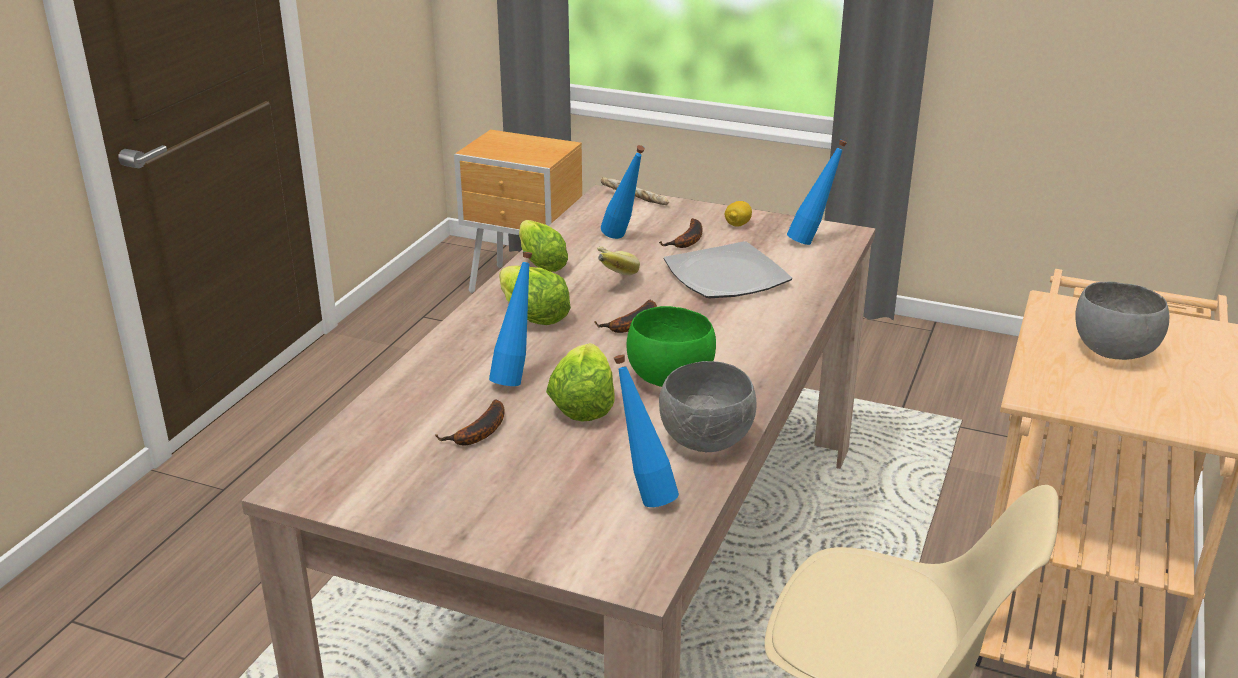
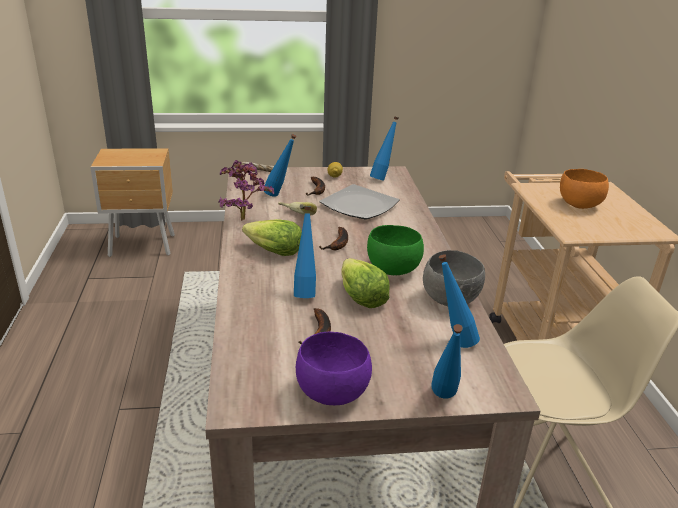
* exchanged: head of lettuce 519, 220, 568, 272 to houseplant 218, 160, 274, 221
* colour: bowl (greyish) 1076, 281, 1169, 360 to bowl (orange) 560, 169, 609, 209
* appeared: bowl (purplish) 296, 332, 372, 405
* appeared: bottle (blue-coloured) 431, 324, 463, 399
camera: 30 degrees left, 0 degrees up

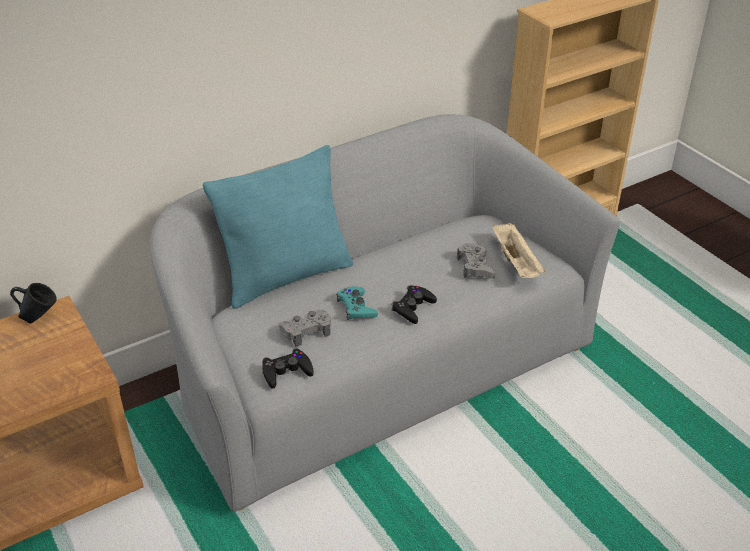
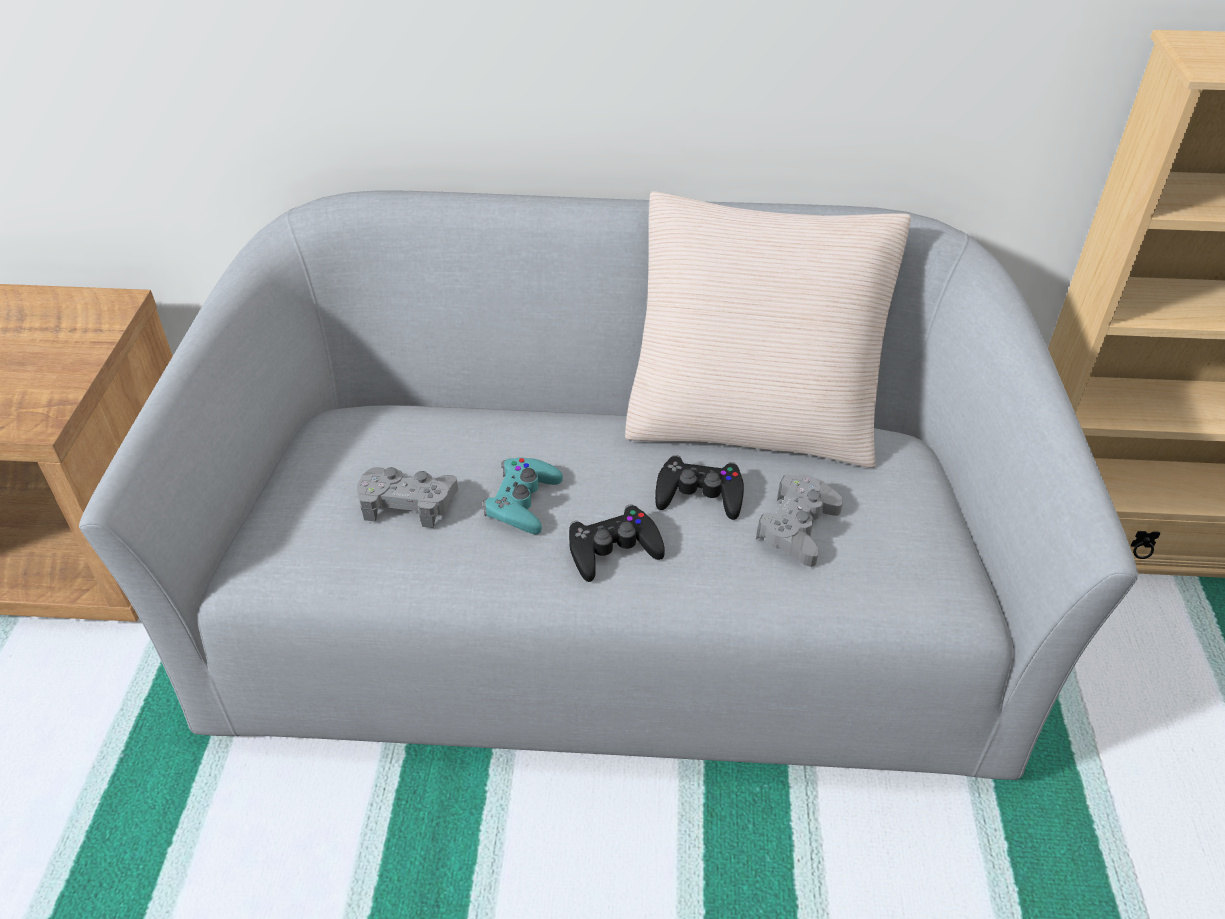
* missing: mug (blue-coloured) 10, 283, 57, 324
* missing: pillow (blue-green) 203, 145, 353, 309
* relocated: joypad (black-coloured) 262, 348, 314, 389 to 655, 455, 744, 520
* missing: serving tray (beige) 492, 223, 545, 278
* appeared: pillow (beige) 625, 191, 911, 468
camera: 35 degrees right, 5 degrees up

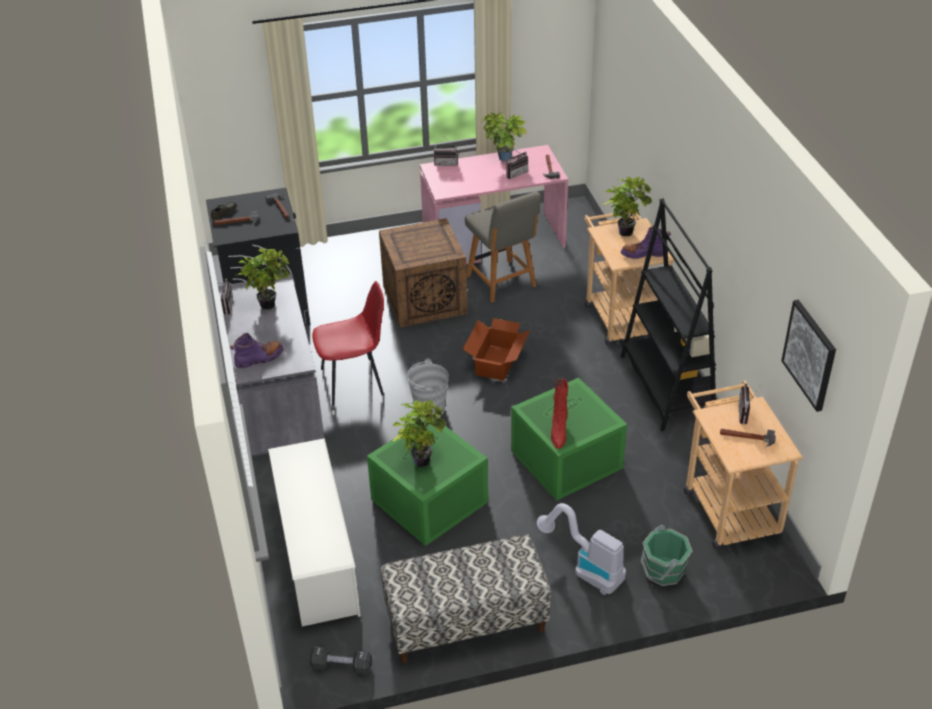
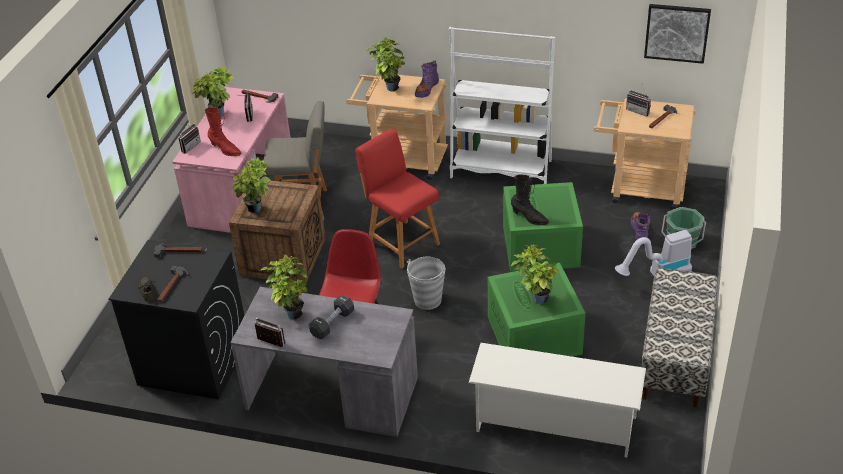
* relocated: high-top boot (purplish) 230, 333, 283, 369 to 631, 212, 651, 240
* relocated: dumbbell (black-coloured) 310, 645, 372, 674 to 309, 295, 354, 339
* exchanged: carton 463, 318, 530, 381 to plain chair (red) 355, 128, 440, 269
* relocated: high-top boot (red) 551, 379, 569, 449 to 205, 107, 241, 156
* colour: shelving unit (black-coloured) 621, 198, 716, 431 to shelving unit (whitish) 449, 27, 555, 184
* appeared: houseplant 231, 158, 271, 213
* appeared: high-top boot (black-coloured) 511, 174, 549, 225
camera: 60 degrees left, 0 degrees up

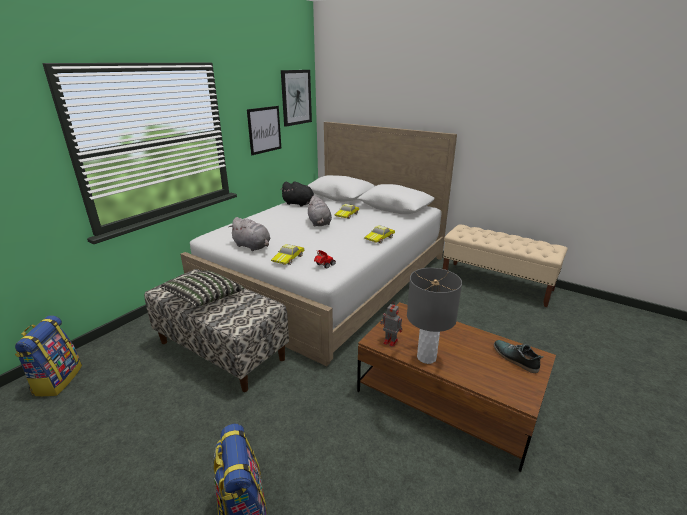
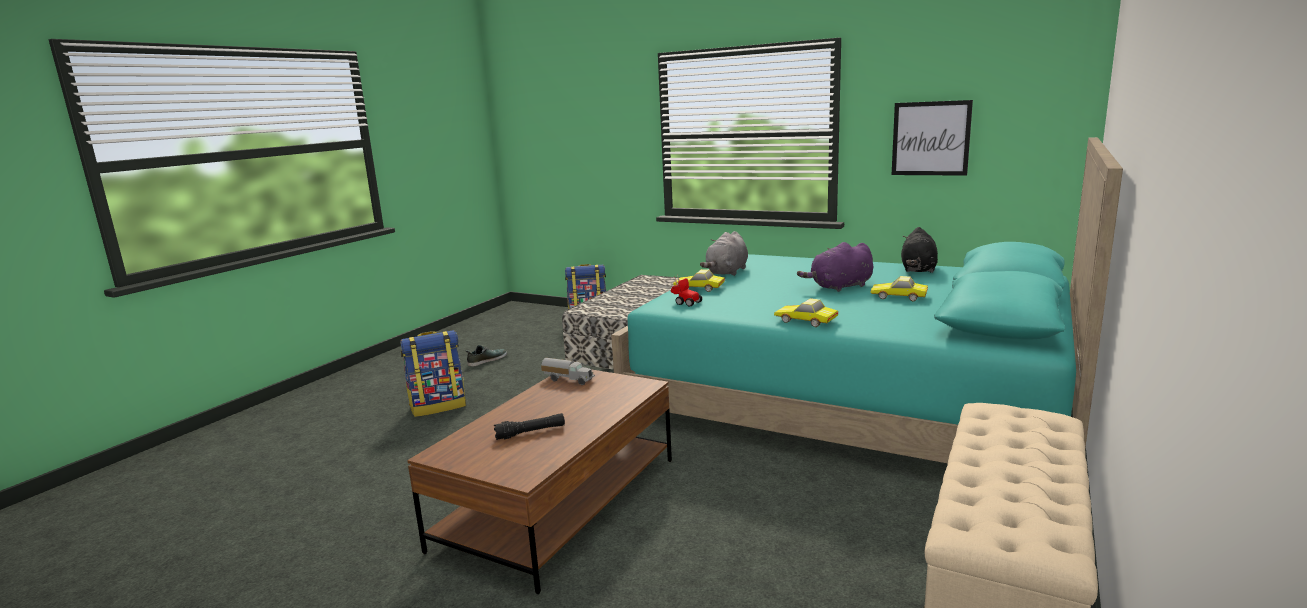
* missing: pillow 160, 271, 244, 307
* colour: sleeping bed (whitish) 180, 122, 457, 367 to sleeping bed (blue-green) 611, 137, 1123, 463
* missing: wall picture 281, 70, 312, 126
* colour: soft toy (greyish) 307, 195, 332, 226 to soft toy (purplish) 797, 242, 873, 292
* exchanged: toy robot 380, 303, 402, 347 to model truck 541, 358, 595, 385
* missing: tabletop lamp (greyish) 407, 268, 462, 364
* relocated: shoe 494, 340, 543, 373 to 465, 345, 507, 367
* appeared: hand torch (black-coloured) 494, 413, 565, 440
camera: 85 degrees right, 10 degrees down

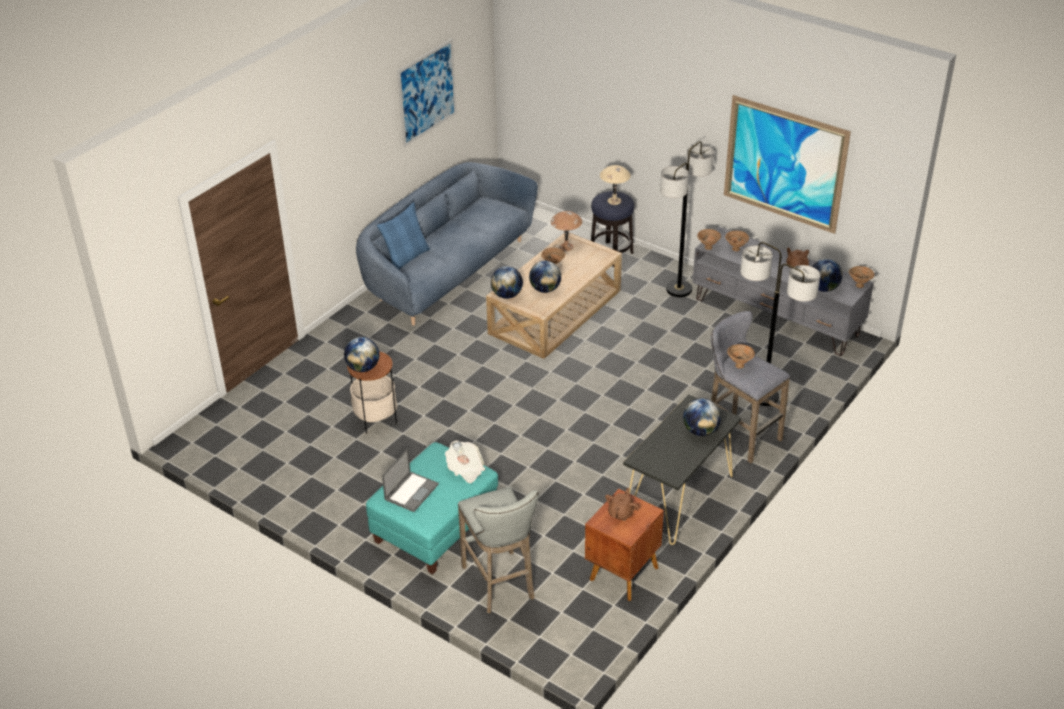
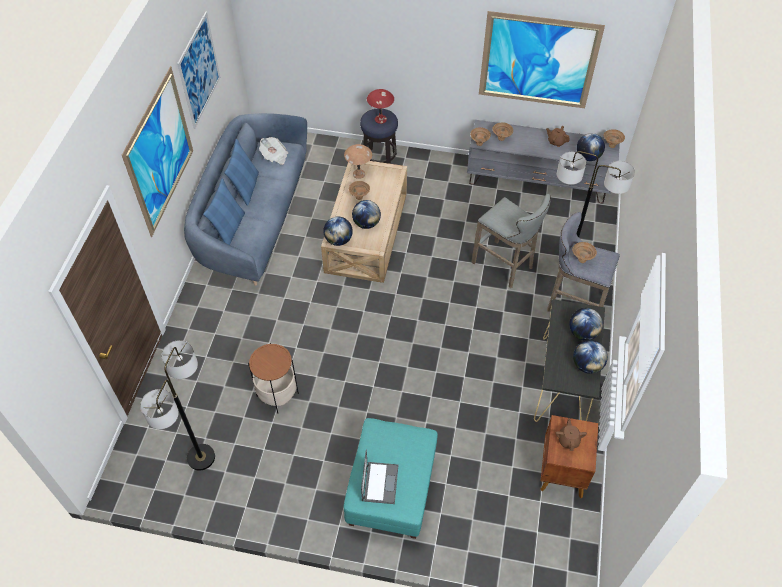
* relocated: globe 344, 337, 379, 372 to 573, 340, 608, 374
* relocated: daily paper 445, 440, 485, 483 to 259, 137, 288, 165
* relocated: stool (greyish) 458, 487, 539, 613 to 471, 194, 551, 288
* colour: tabletop lamp (beige) 600, 165, 631, 205 to tabletop lamp (red) 367, 89, 394, 124
* relocated: standing lamp 660, 141, 714, 297 to 140, 340, 215, 471
* appeared: wall picture 122, 66, 193, 237
* appeared: pillow (blue-coloured) 224, 139, 259, 206
camera: 25 degrees left, 15 degrees up

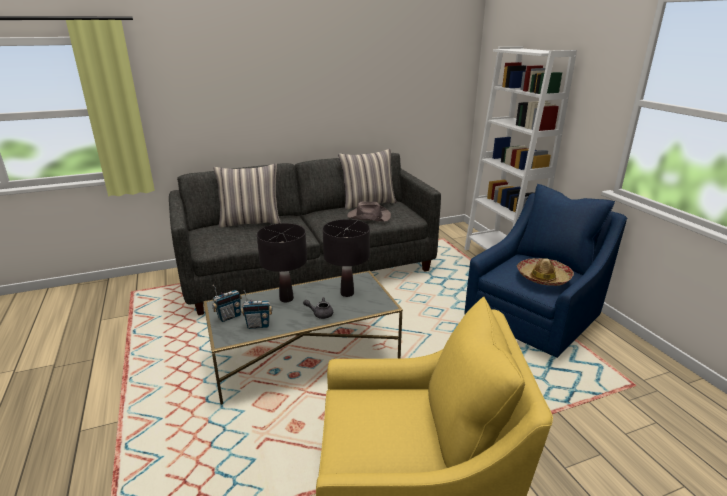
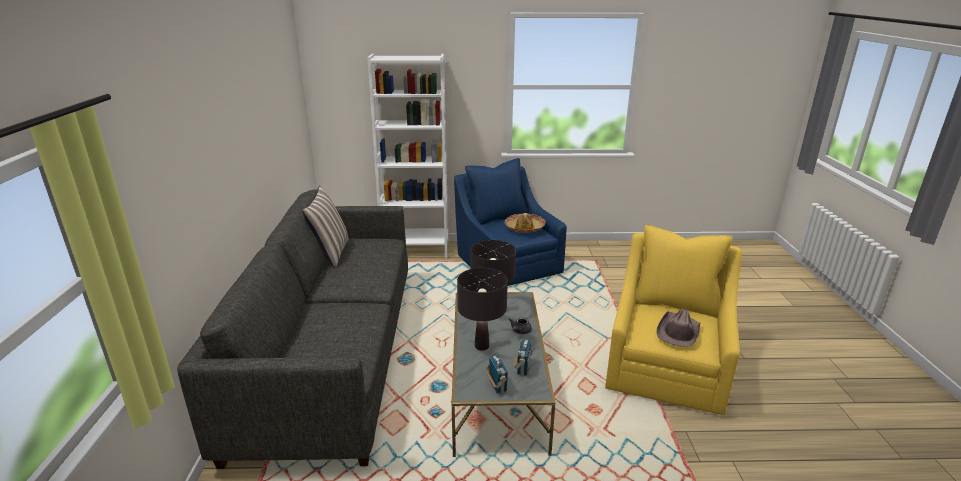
* missing: pillow 213, 164, 281, 228
* relocated: wearable hat (brown) 347, 201, 391, 222 to 656, 309, 701, 347
camera: 70 degrees left, 0 degrees up

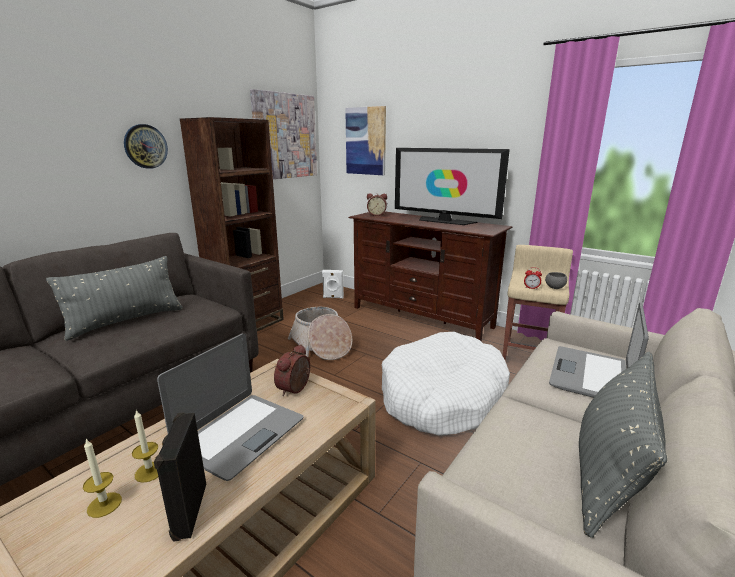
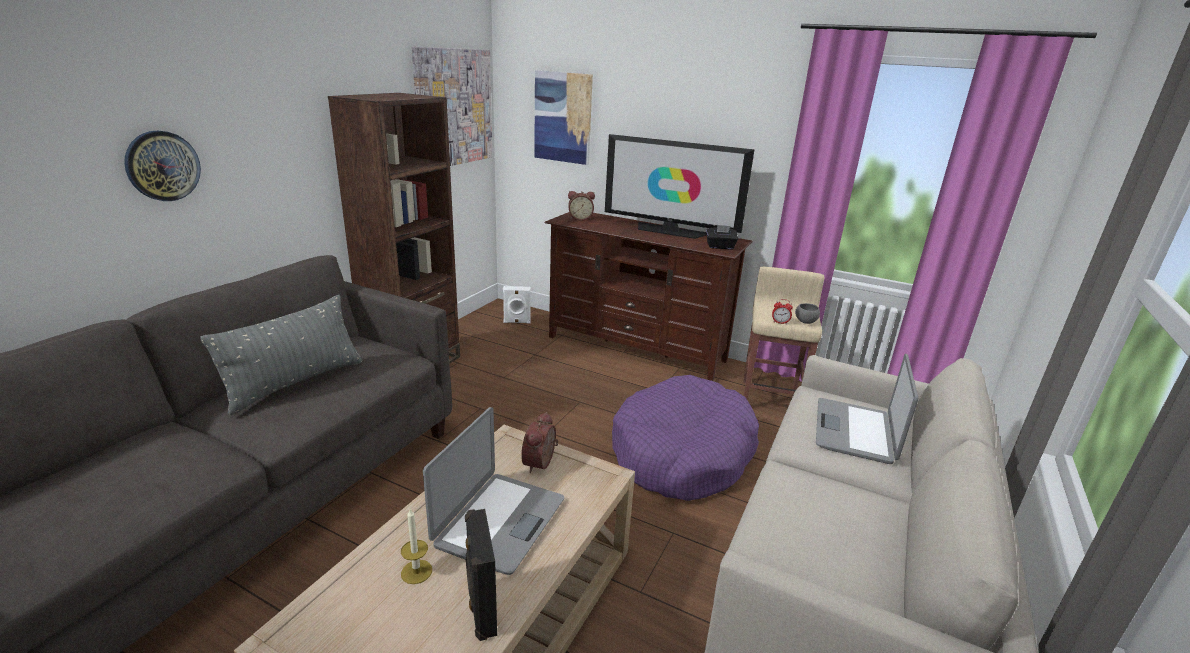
* missing: candle 83, 439, 122, 518
* relocated: clock on the wall 124, 124, 168, 169 to 124, 131, 201, 201
* missing: basket 288, 307, 352, 360
* colour: dog cushion (whitish) 382, 332, 510, 436 to dog cushion (purplish) 612, 375, 759, 501
* missing: pillow (greyish) 579, 352, 667, 538
* appeared: box of tissues (black-coloured) 706, 225, 738, 249
camera: 10 degrees left, 5 degrees up

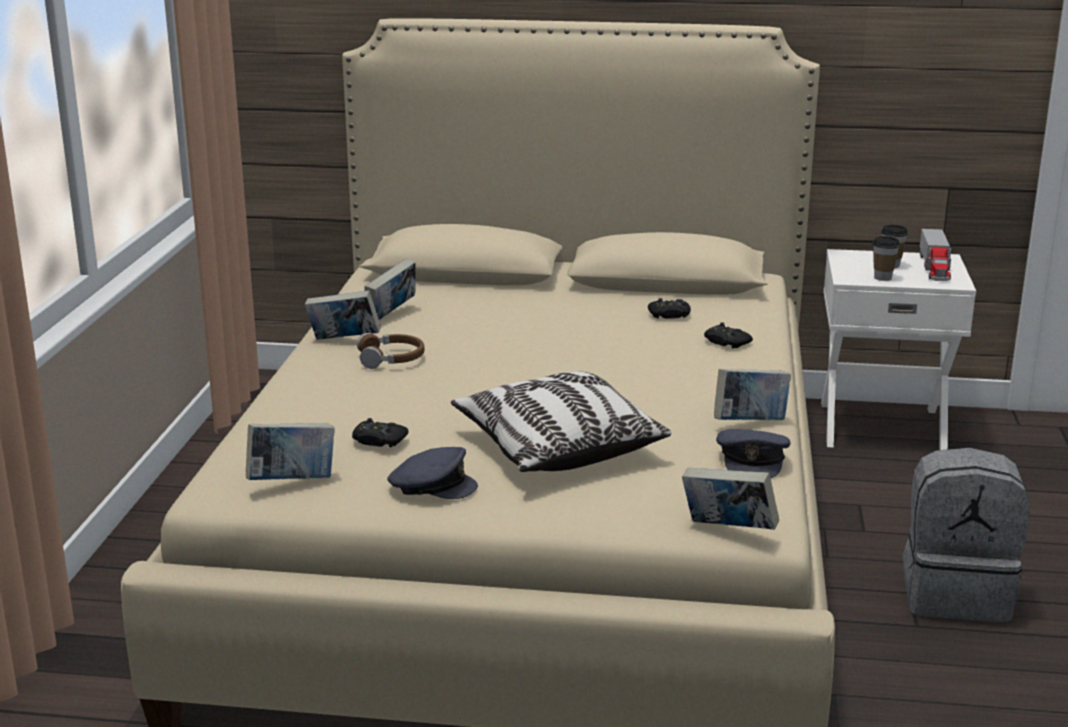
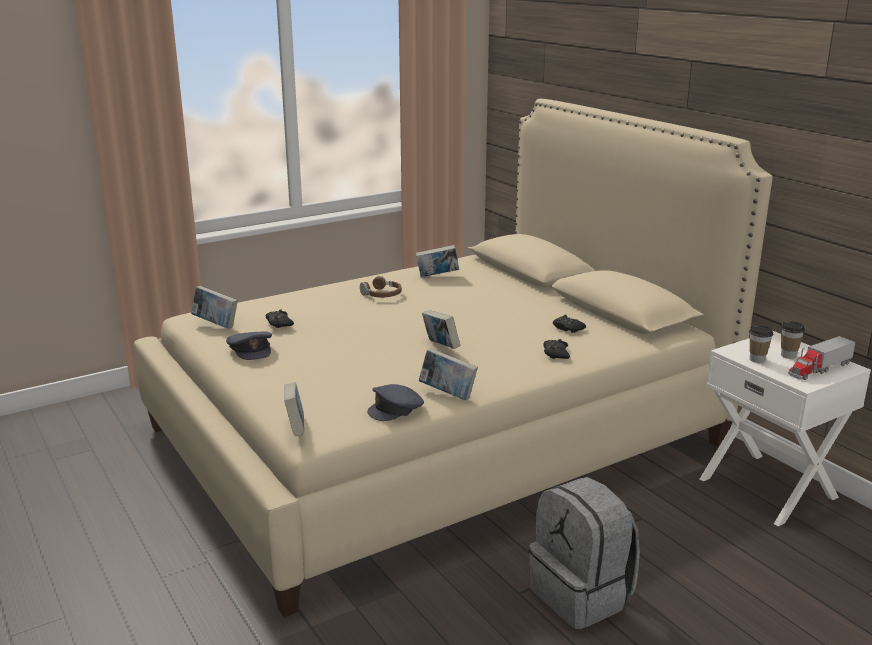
* relocated: book 305, 290, 381, 340 to 422, 310, 460, 349
* missing: pillow 451, 372, 671, 472
camera: 50 degrees right, 0 degrees up

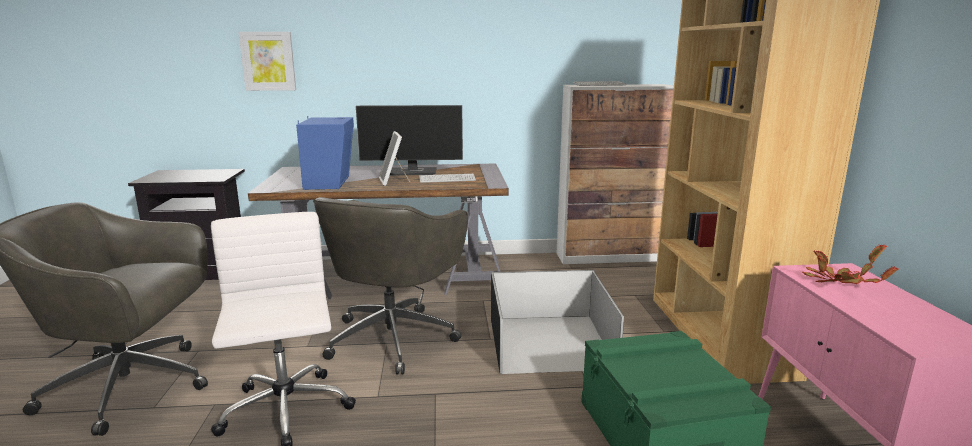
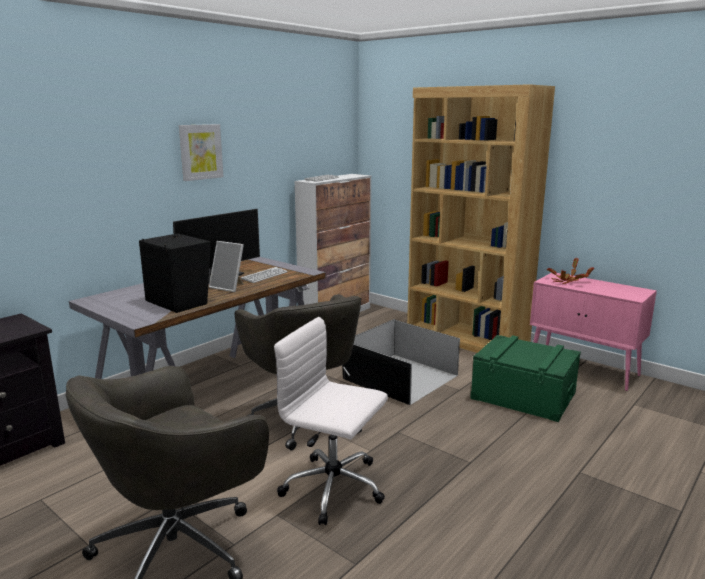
* relocated: wall picture 238, 32, 296, 91 to 179, 124, 223, 181
* colour: audio speaker (blue-coloured) 296, 116, 354, 190 to audio speaker (black-coloured) 139, 233, 211, 313
camera: 45 degrees left, 0 degrees up

